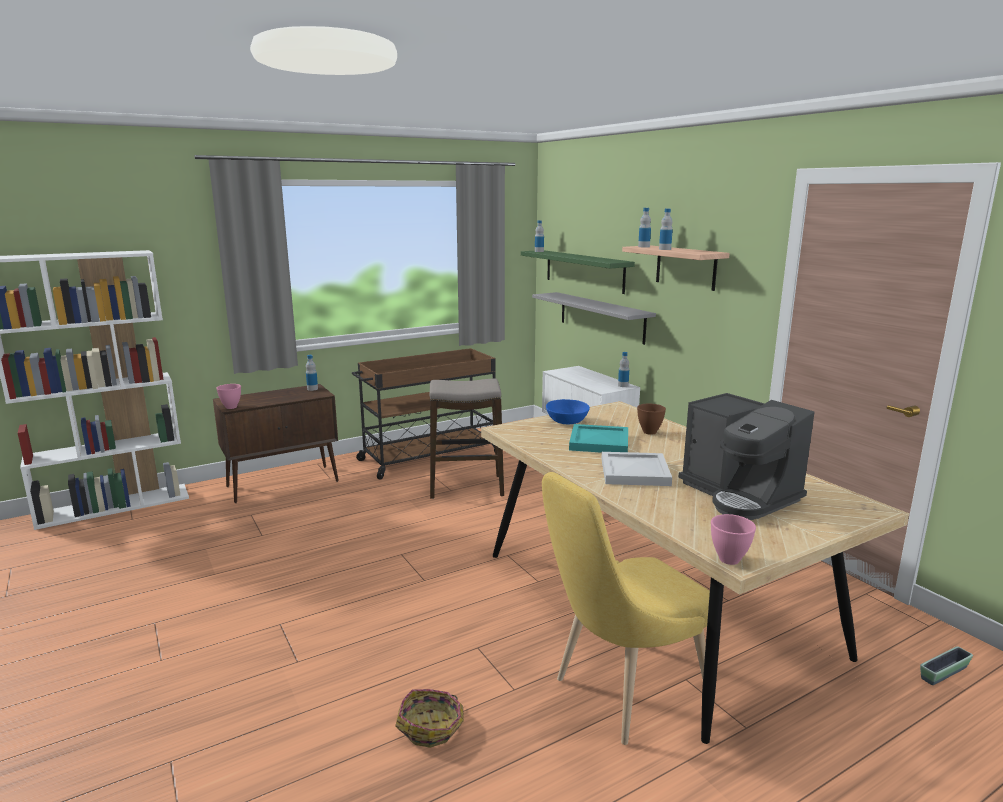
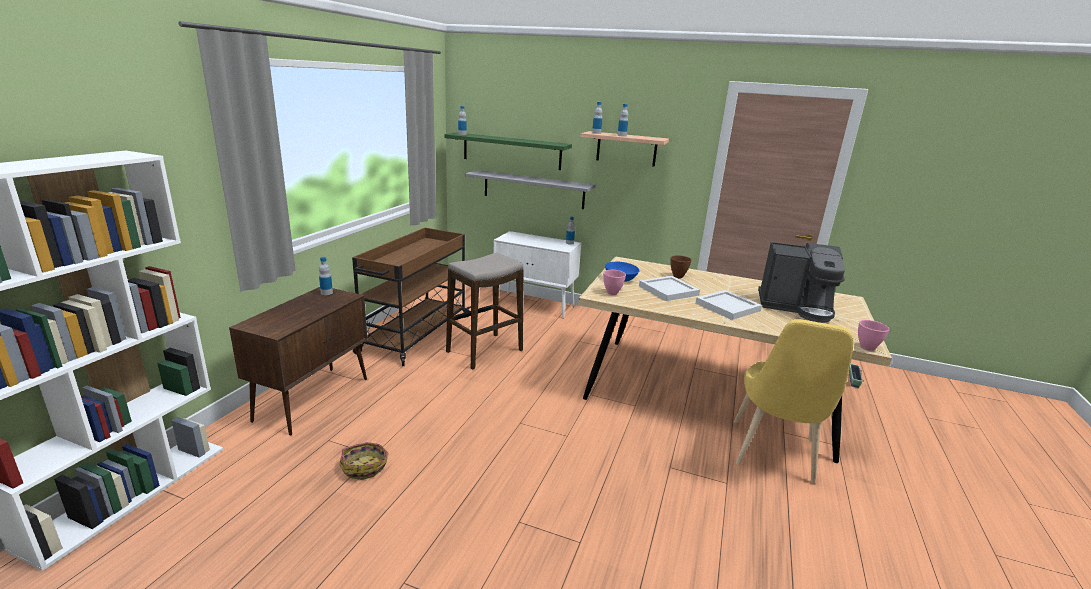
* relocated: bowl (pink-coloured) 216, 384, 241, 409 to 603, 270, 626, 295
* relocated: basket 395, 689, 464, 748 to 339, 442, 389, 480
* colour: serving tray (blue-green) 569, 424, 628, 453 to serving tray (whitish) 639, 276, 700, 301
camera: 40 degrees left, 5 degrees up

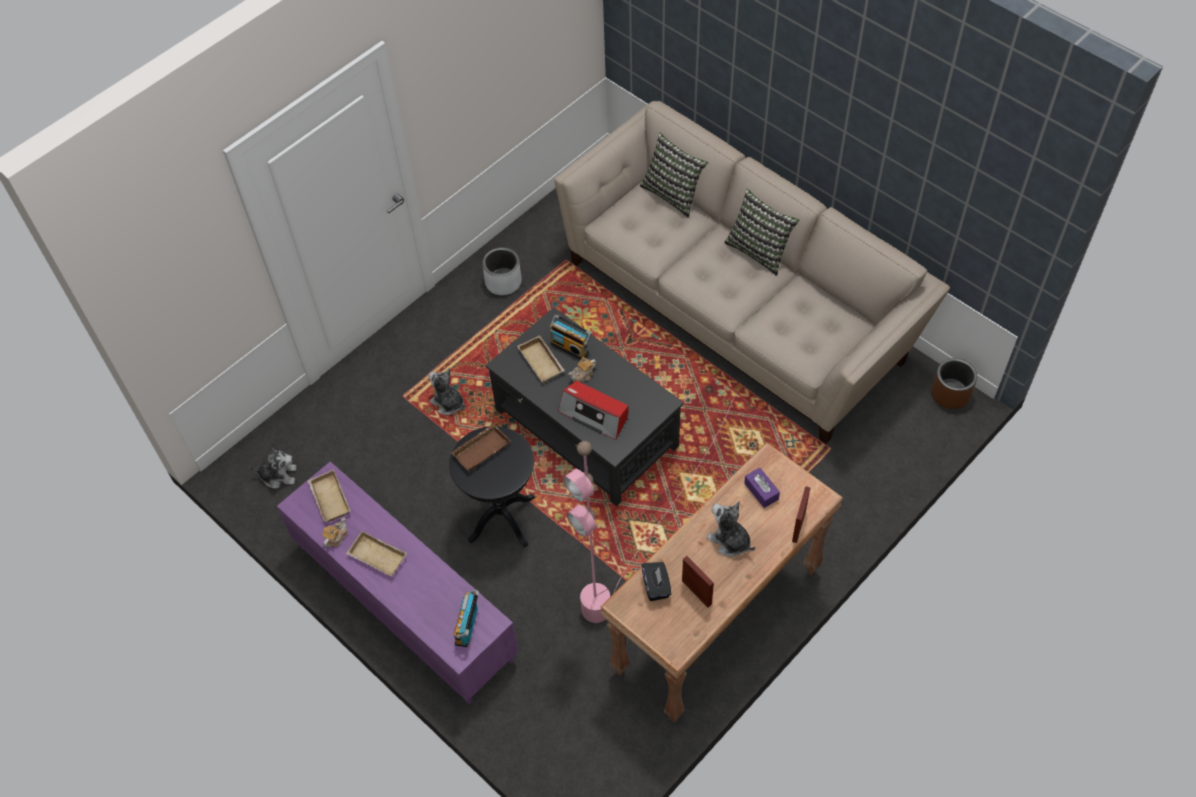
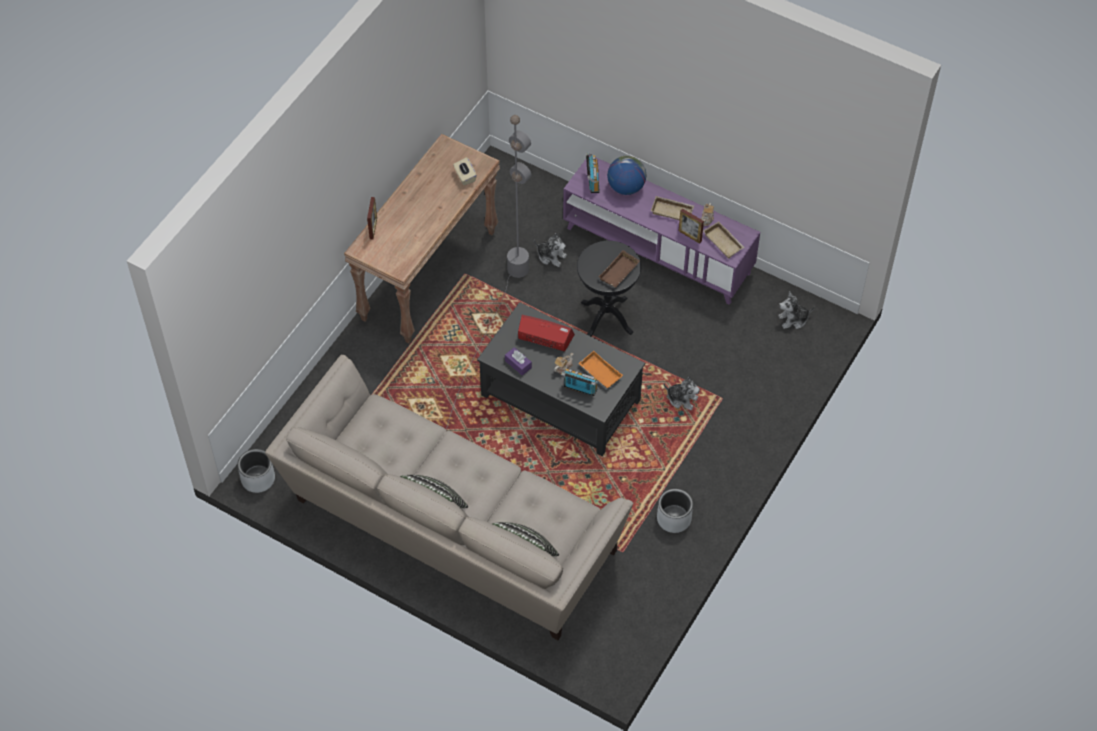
* colour: serving tray (beige) 517, 335, 565, 383 to serving tray (orange) 578, 351, 623, 388
* colour: standing lamp (pink-coloured) 563, 400, 733, 623 to standing lamp (greyish) 446, 115, 532, 430
* colour: box of tissues (black-coloured) 641, 562, 671, 601 to box of tissues (beige) 453, 157, 477, 185
* relocated: standing frame 682, 556, 714, 607 to 679, 208, 704, 244
* relocated: soft toy 707, 501, 755, 557 to 534, 233, 567, 267
* relocated: box of tissues (purplish) 744, 467, 780, 508 to 505, 347, 532, 375
* colour: planter (brown) 931, 358, 977, 409 to planter (greyish) 237, 449, 275, 493
* appeared: globe 607, 156, 647, 195
camera: 165 degrees right, 0 degrees up

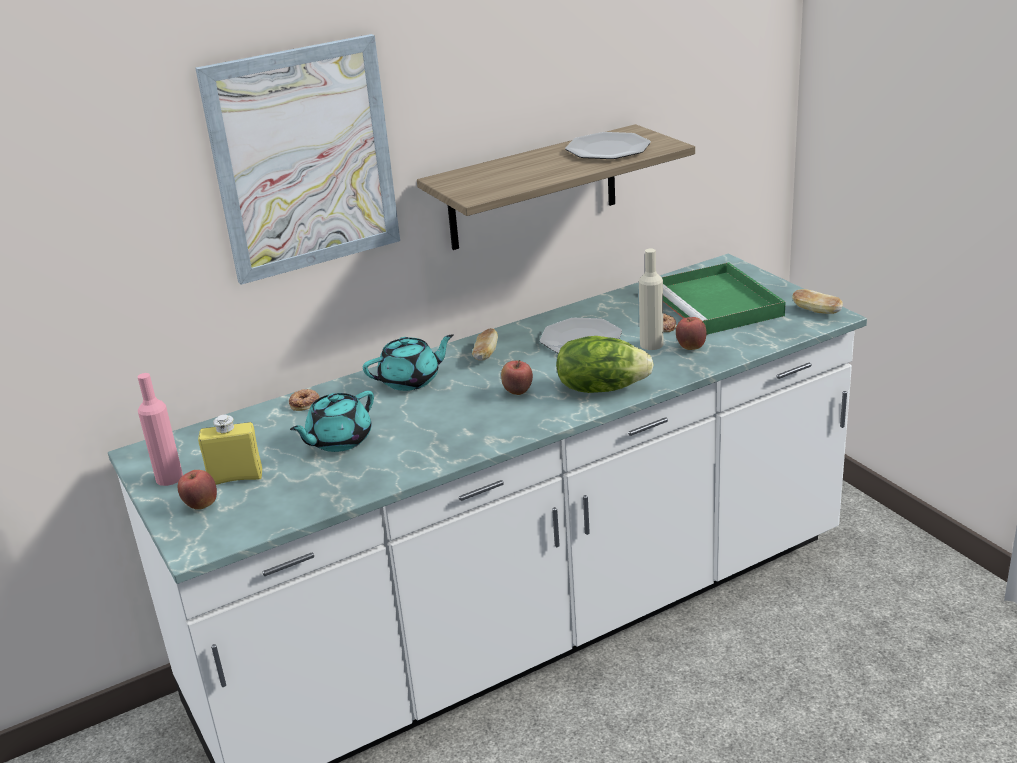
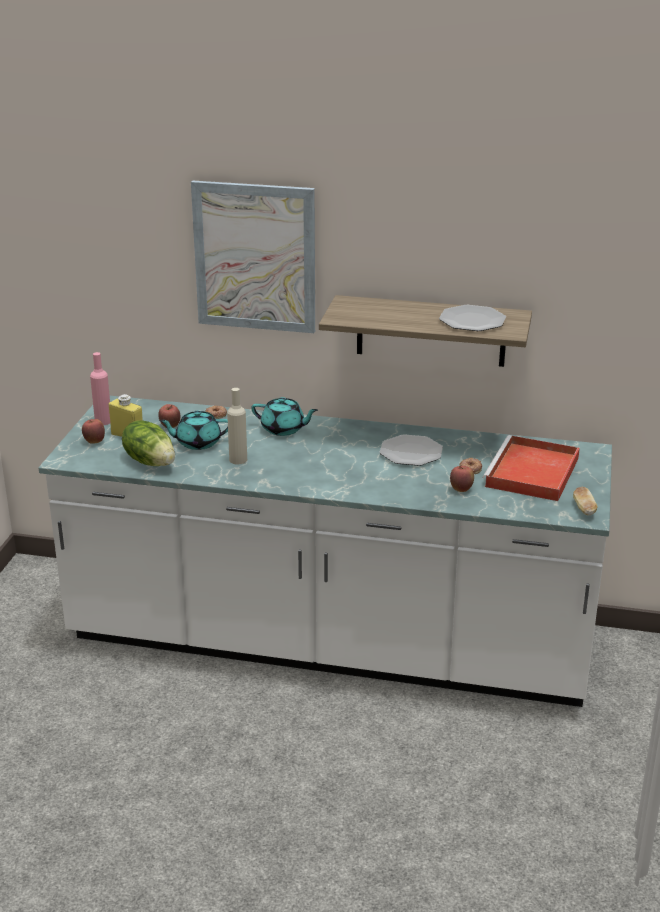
* missing: bakery bread 472, 328, 498, 360
* relocated: apple fruit 501, 360, 533, 395 to 158, 404, 181, 428
* relocated: head of lettuce 556, 336, 654, 393 to 122, 420, 175, 466
* relocated: bottle (beige) 639, 249, 663, 350 to 227, 388, 247, 464
* colour: serving tray (greenish) 662, 262, 786, 335 to serving tray (red) 482, 435, 580, 501
camera: 40 degrees right, 0 degrees up

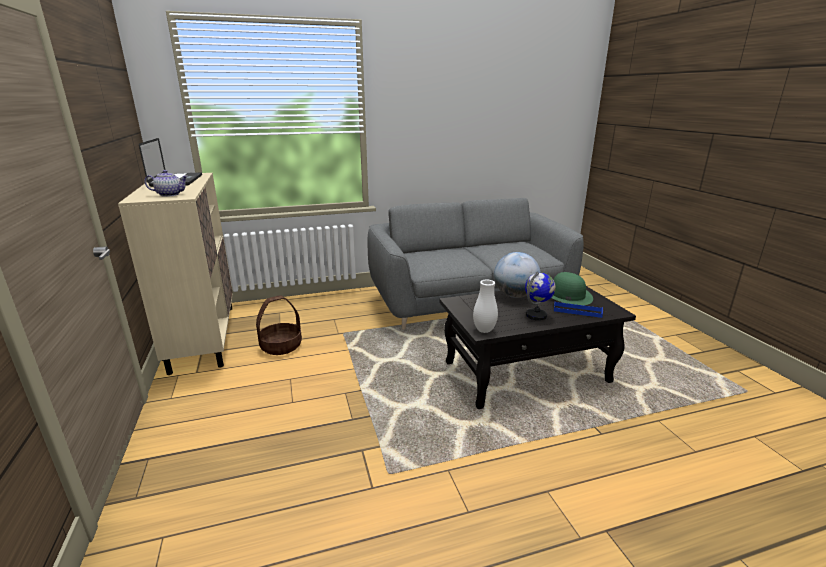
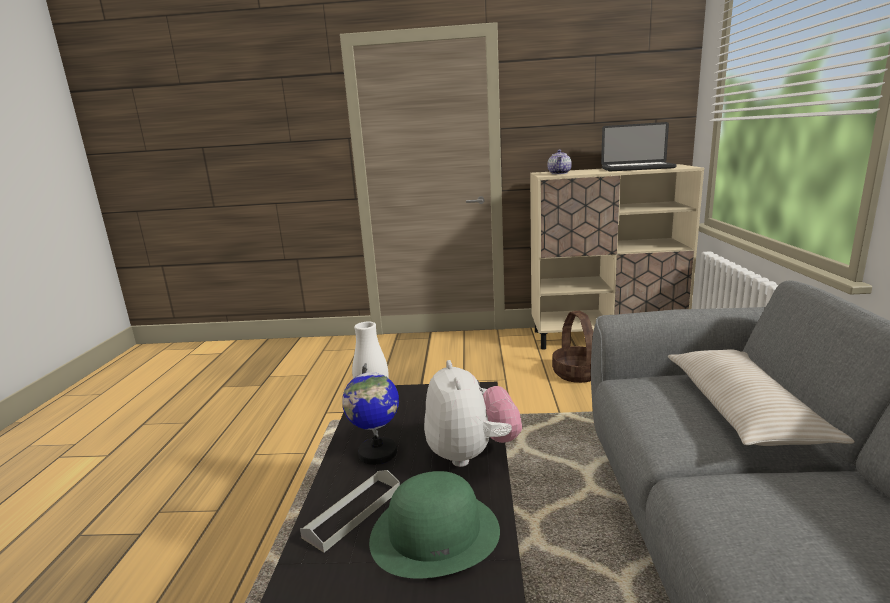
* exchanged: globe 494, 252, 541, 298 to soft toy 424, 360, 522, 467
* colour: serving tray (blue-coloured) 554, 302, 603, 318 to serving tray (greyish) 300, 470, 400, 552
* appeared: pillow (beige) 668, 349, 855, 446
camera: 110 degrees right, 5 degrees down

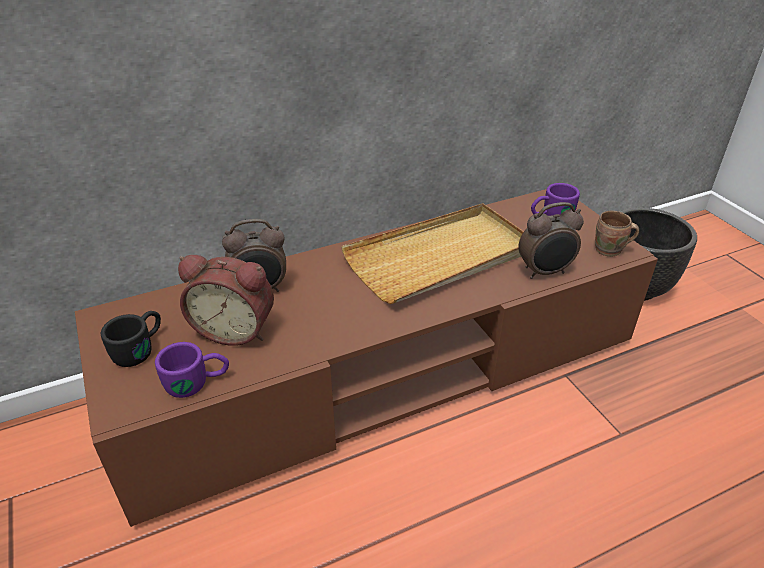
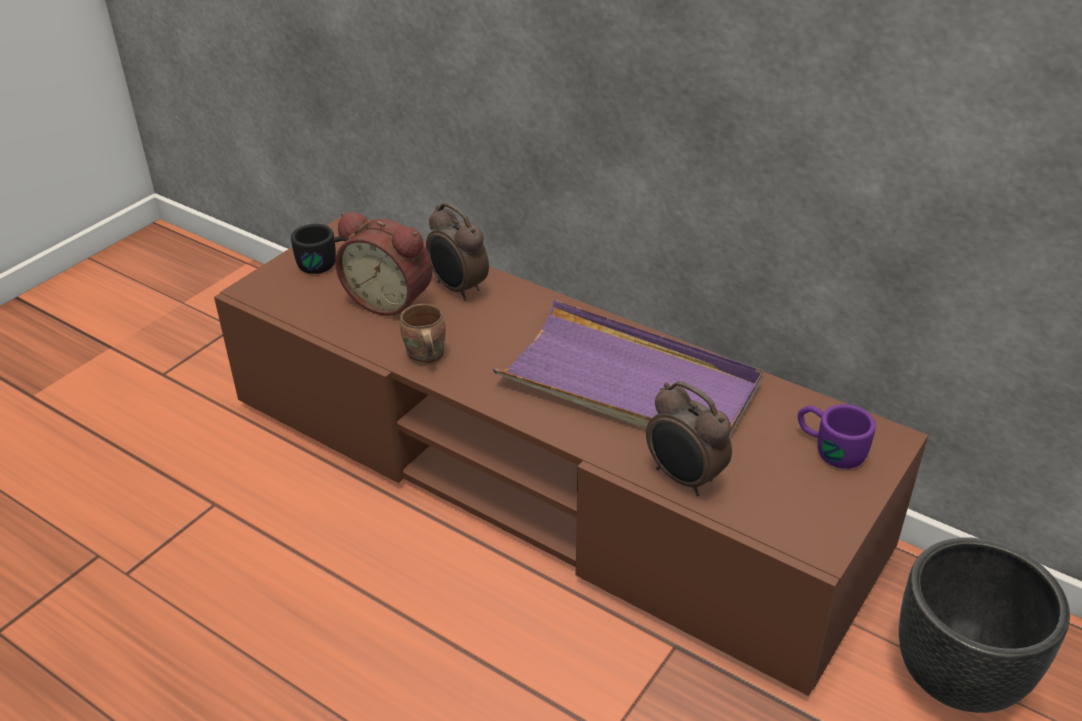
* missing: mug (purplish) 155, 342, 229, 398
* spun: bedside clock 178, 255, 274, 346 = 335, 212, 433, 316 45 degrees counterclockwise
* colour: serving tray (beige) 341, 203, 524, 304 to serving tray (purplish) 493, 300, 763, 437
* relocated: mug (brown) 595, 210, 639, 257 to 400, 304, 446, 365
camera: 60 degrees right, 0 degrees up

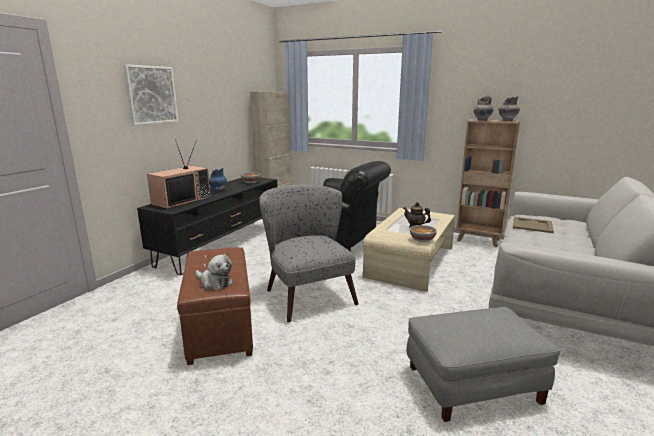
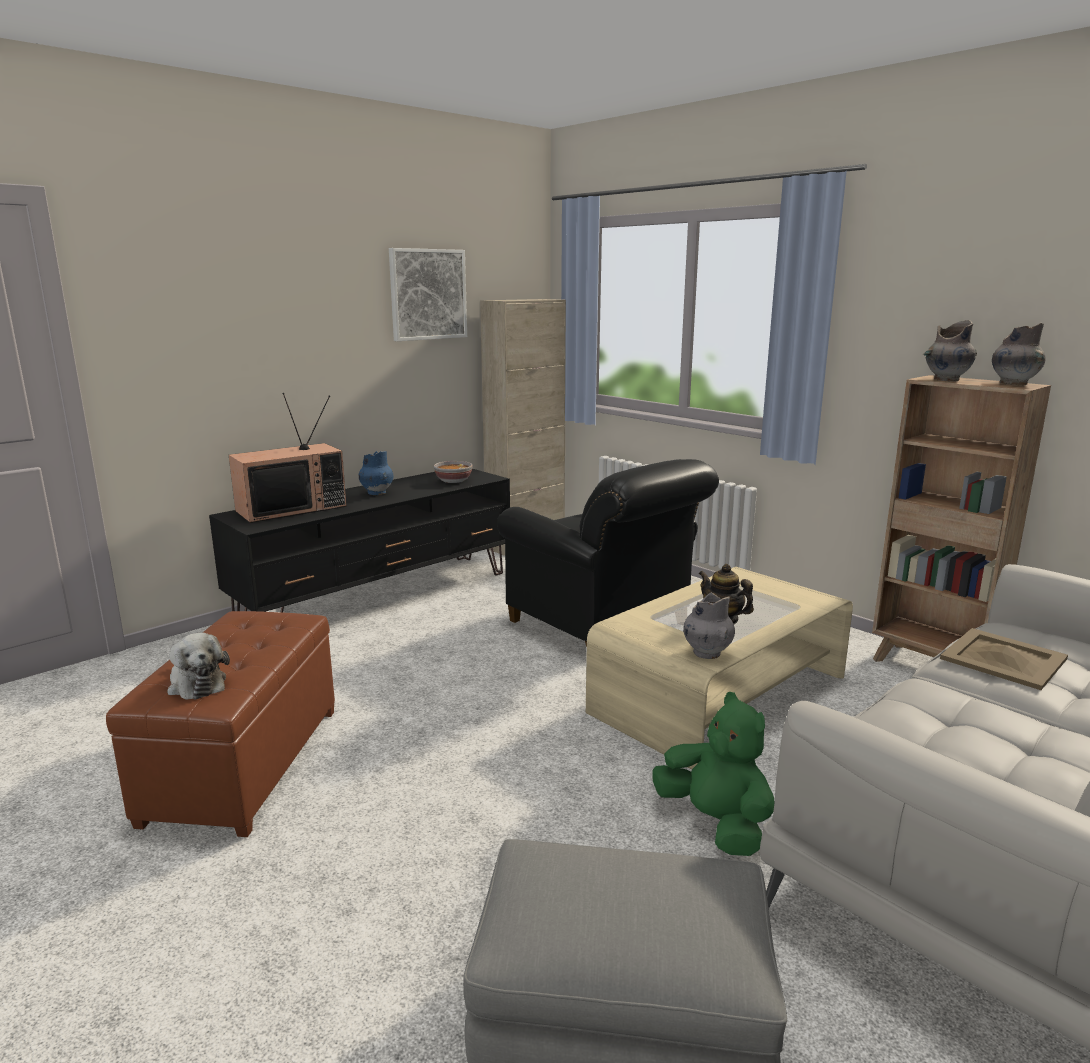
* relocated: wall picture 123, 64, 178, 125 to 389, 248, 467, 341
* missing: easy chair (greyish) 259, 185, 359, 322
* exchanged: bowl 410, 225, 437, 242 to decorative vase (greyish) 683, 592, 735, 659
* appeared: soft toy (greenish) 652, 692, 775, 856
camera: 20 degrees right, 0 degrees up

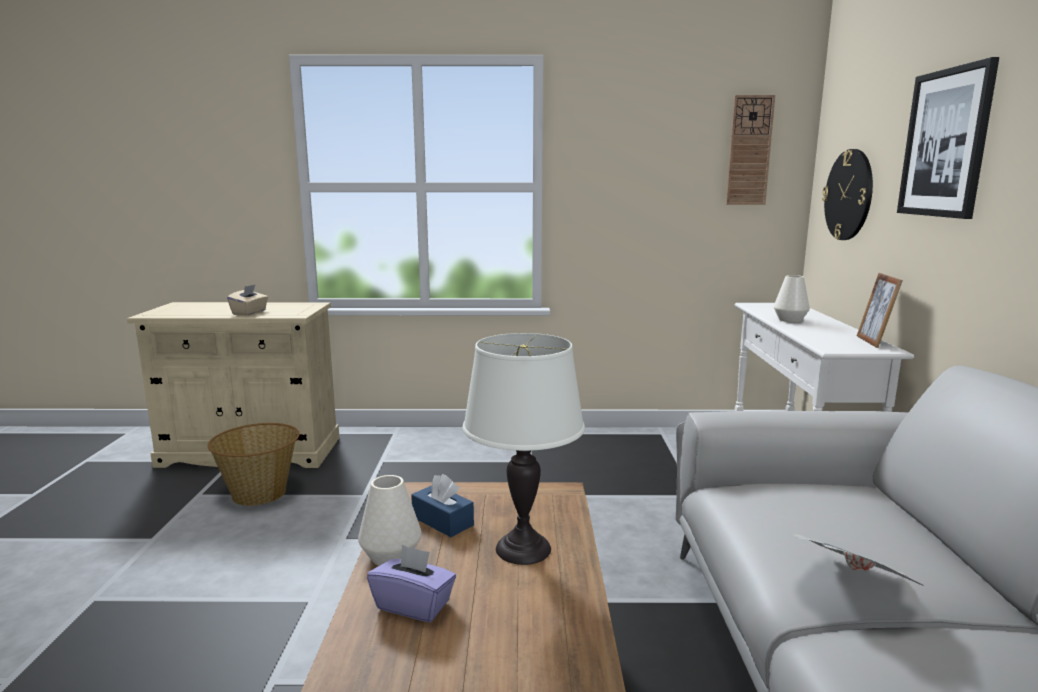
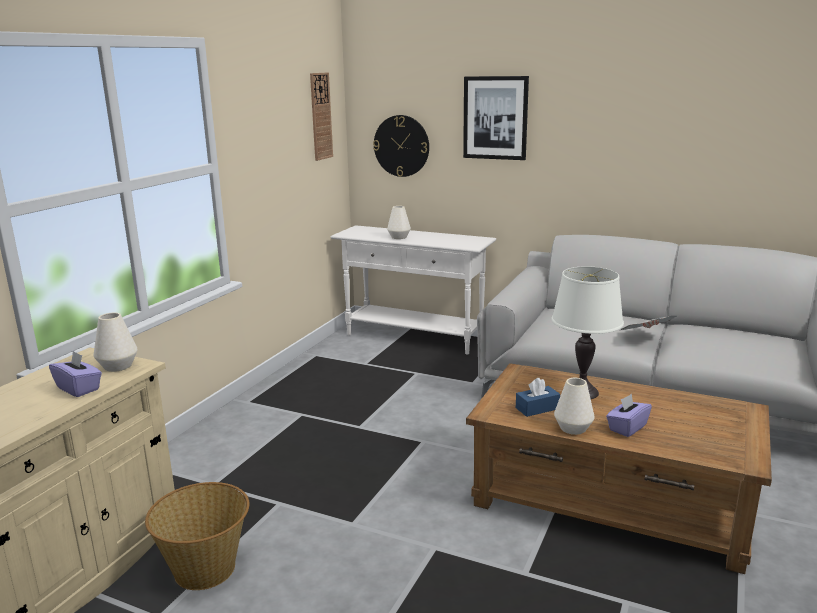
* colour: box of tissues (beige) 227, 284, 268, 316 to box of tissues (purplish) 49, 351, 102, 397
* missing: standing frame 856, 273, 903, 348
* appeared: decorative vase (whitish) 93, 313, 138, 372
camera: 65 degrees left, 5 degrees up

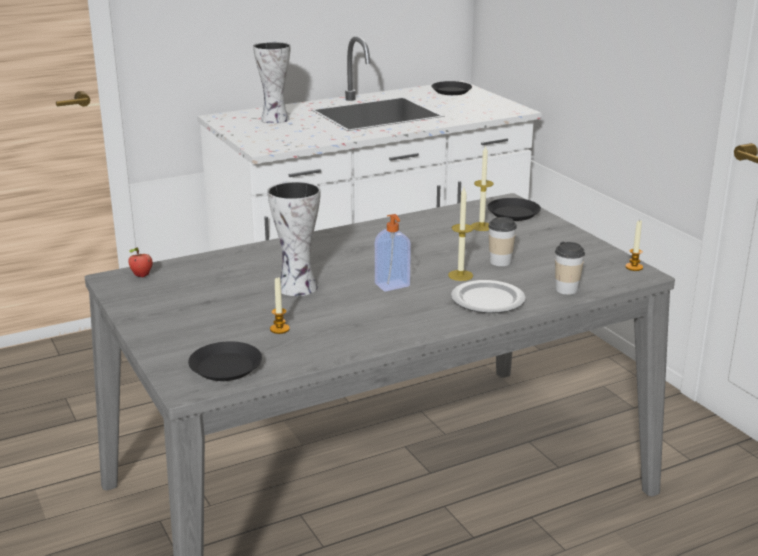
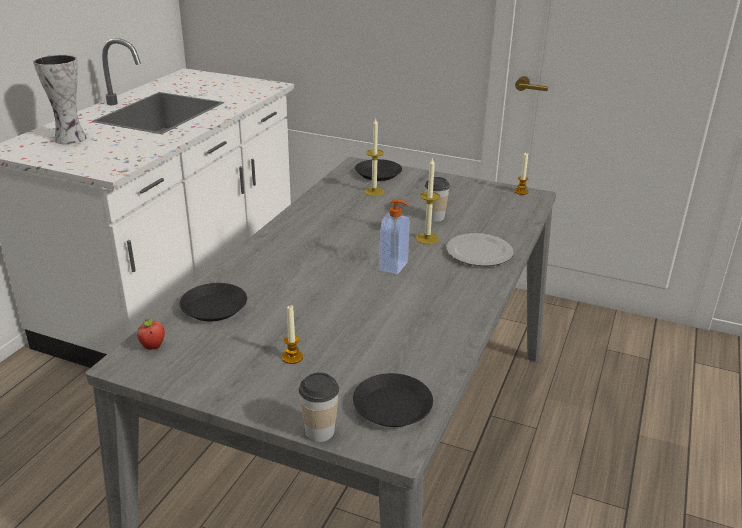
* missing: decorative vase 267, 181, 321, 296
* relocated: candle 270, 276, 290, 334 to 282, 305, 303, 364
* relocated: plate (black-coloured) 431, 81, 472, 95 to 179, 283, 247, 321
* relocated: cup 555, 242, 585, 295 to 299, 372, 339, 442
camera: 40 degrees left, 5 degrees up

